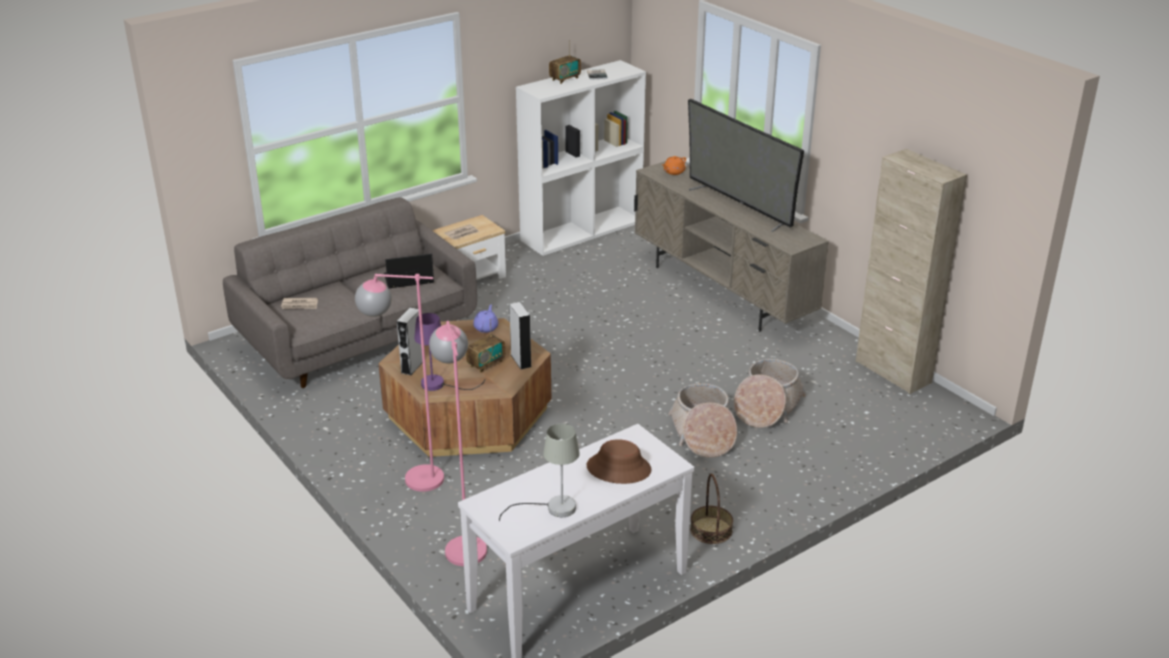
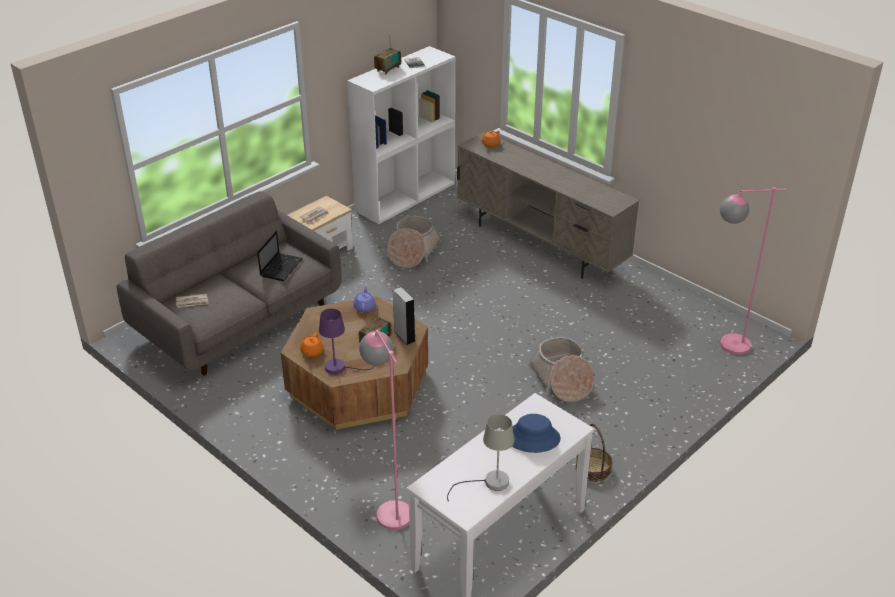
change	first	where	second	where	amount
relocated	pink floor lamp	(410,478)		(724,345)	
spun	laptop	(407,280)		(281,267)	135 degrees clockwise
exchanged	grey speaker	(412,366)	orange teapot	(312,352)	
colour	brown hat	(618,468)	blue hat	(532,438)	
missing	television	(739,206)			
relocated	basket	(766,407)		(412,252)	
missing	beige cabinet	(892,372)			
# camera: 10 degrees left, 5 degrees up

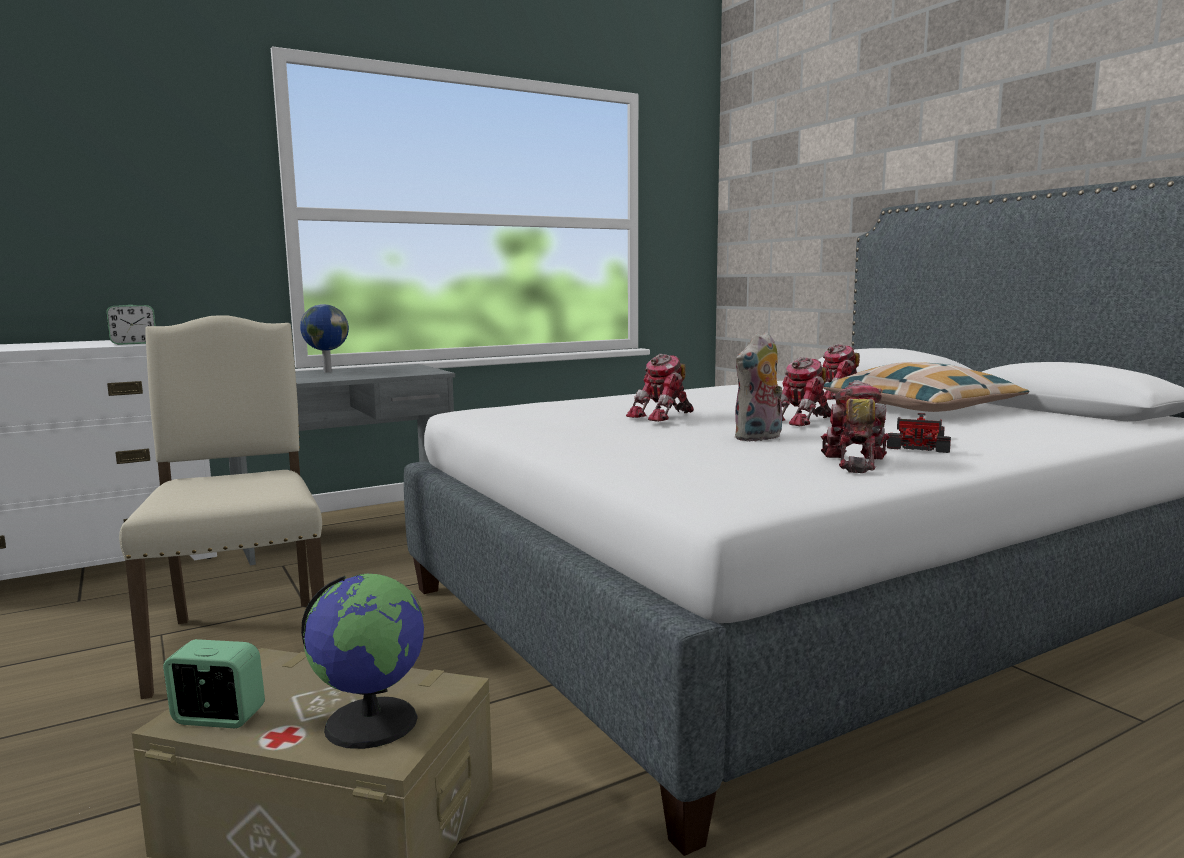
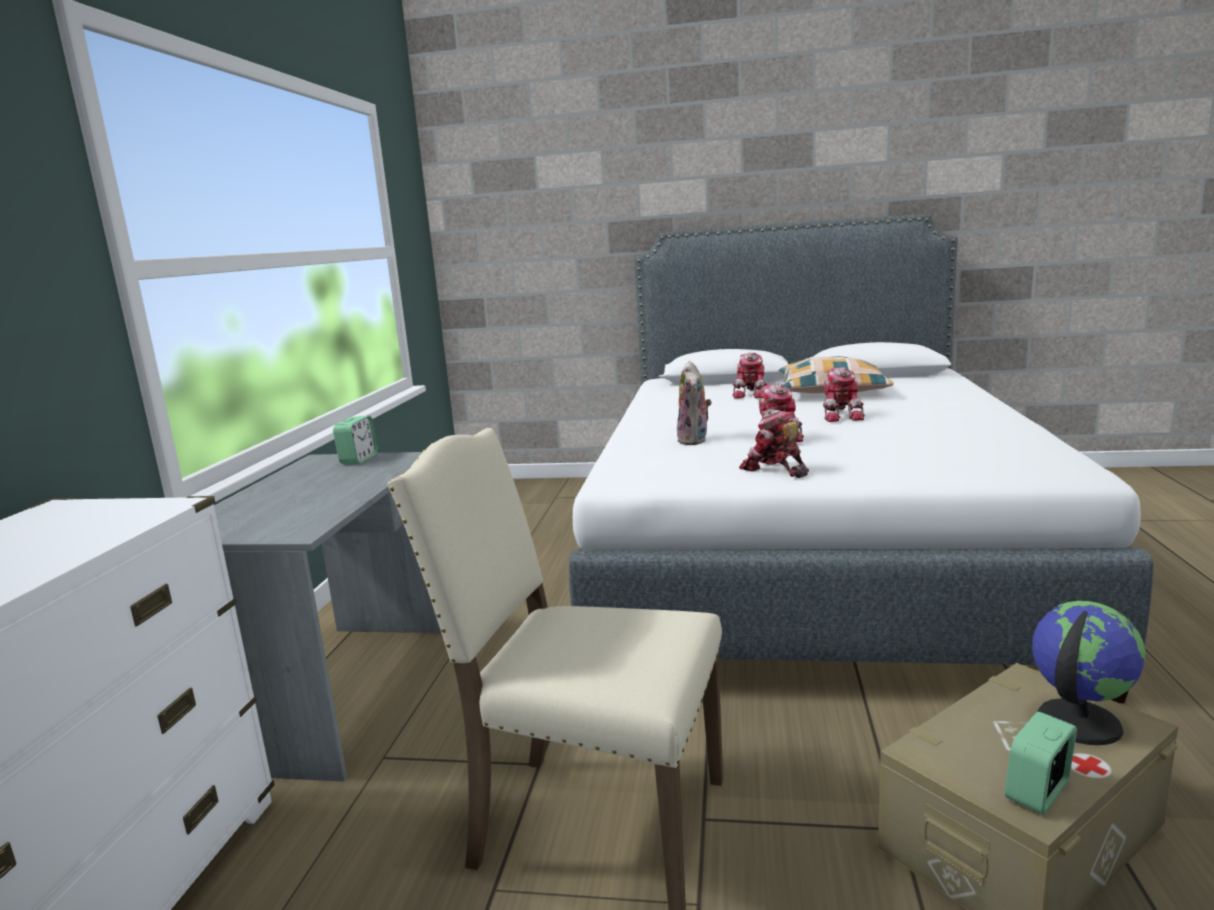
change	first	where	second	where	amount
relocated	alarm clock	(134,343)		(359,459)	
missing	globe	(326,372)			
relocated	plush toy	(759,438)		(695,440)	
relocated	toy robot	(853,462)		(775,470)	
missing	toy car	(919,443)			
# camera: 50 degrees left, 5 degrees up

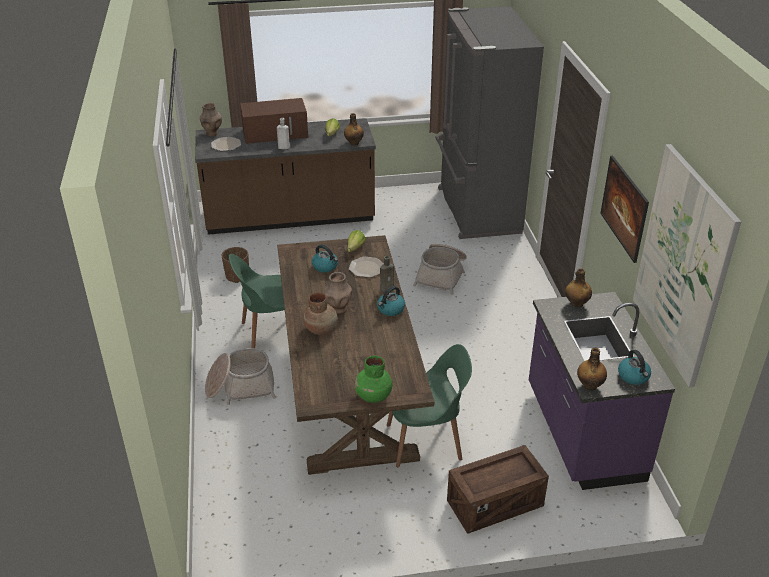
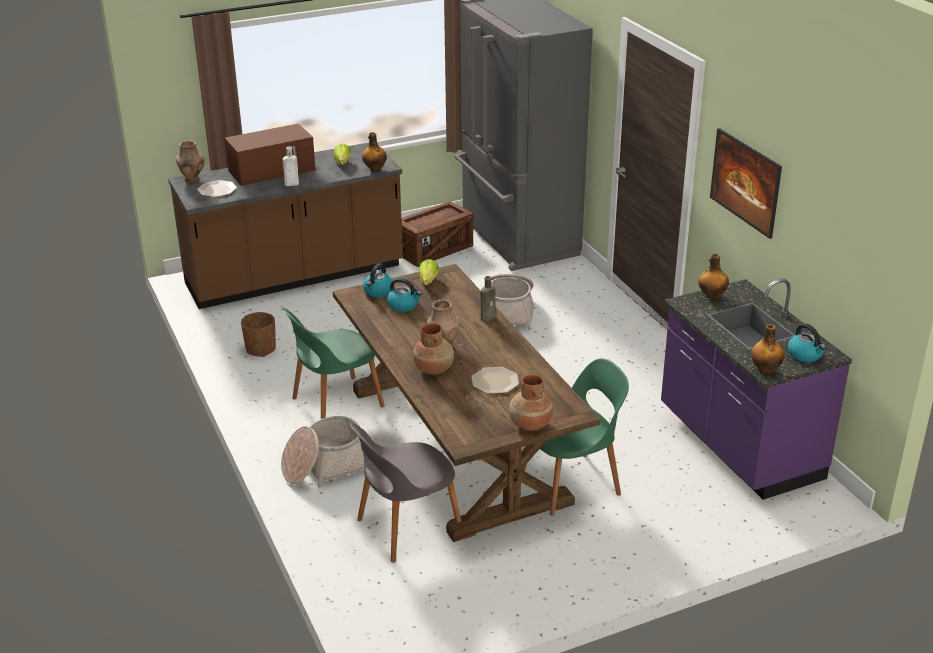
change	first	where	second	where	amount
relocated	plate	(366,267)		(494,381)	
colour	green vase	(373,396)	brown vase	(530,424)	
relocated	kettle	(390,309)		(378,291)	
relocated	crate	(495,504)		(434,250)	
missing	picture	(682,265)			
appeared			grey chair	(406,527)	
# camera: 15 degrees left, 5 degrees down

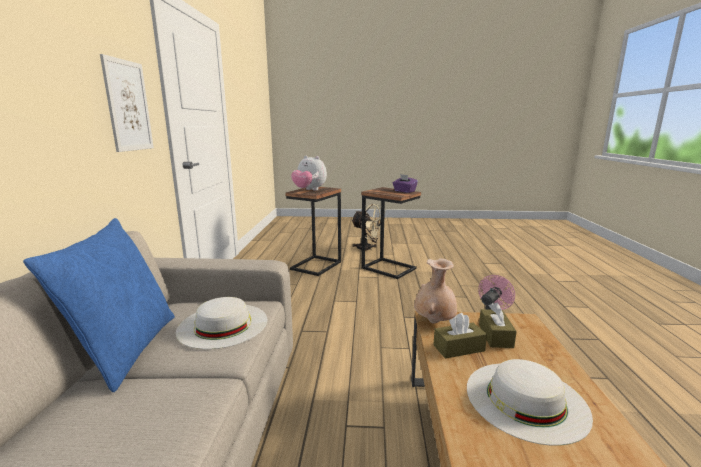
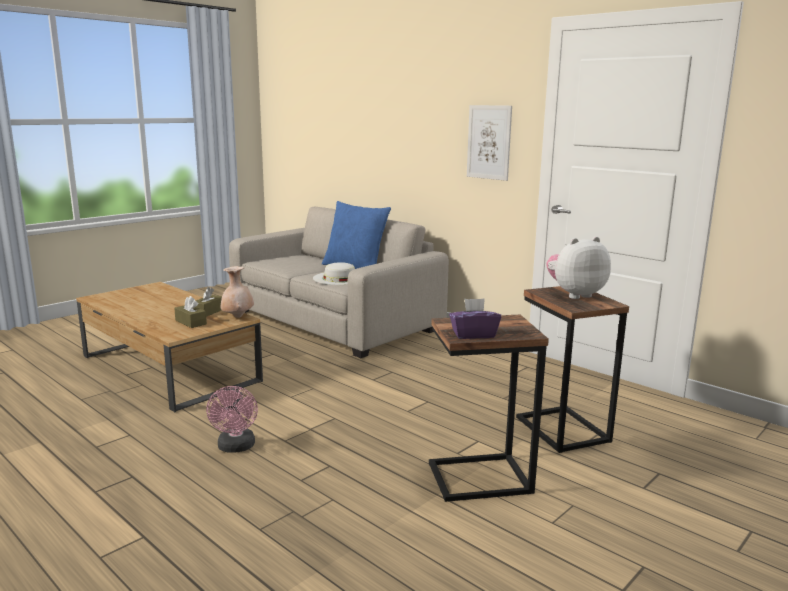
change	first	where	second	where	amount
missing	beige fan	(368,249)			
missing	white hat	(525,399)			
# camera: 130 degrees right, 0 degrees up

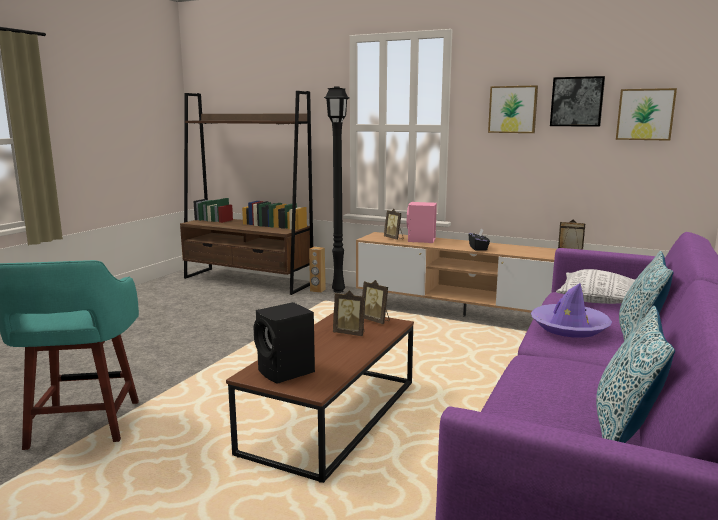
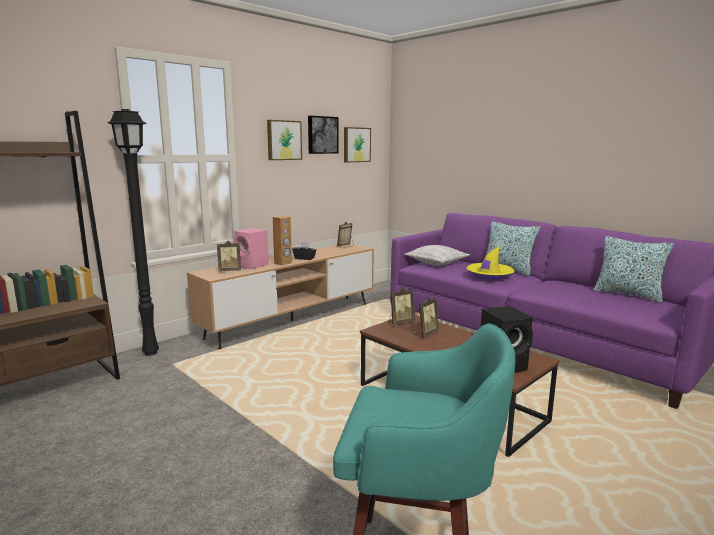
change	first	where	second	where	amount
relocated	brown speaker	(317,290)		(283,263)	
colour	purple hat	(569,327)	yellow hat	(489,275)	
# camera: 70 degrees left, 0 degrees up

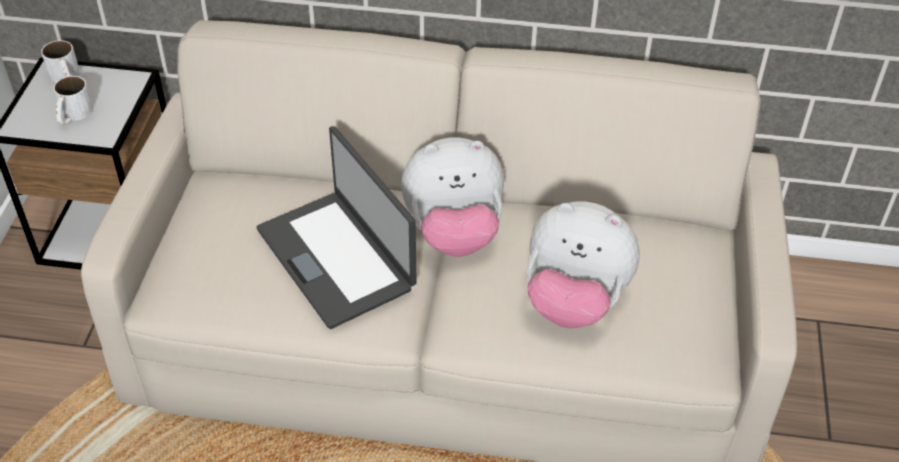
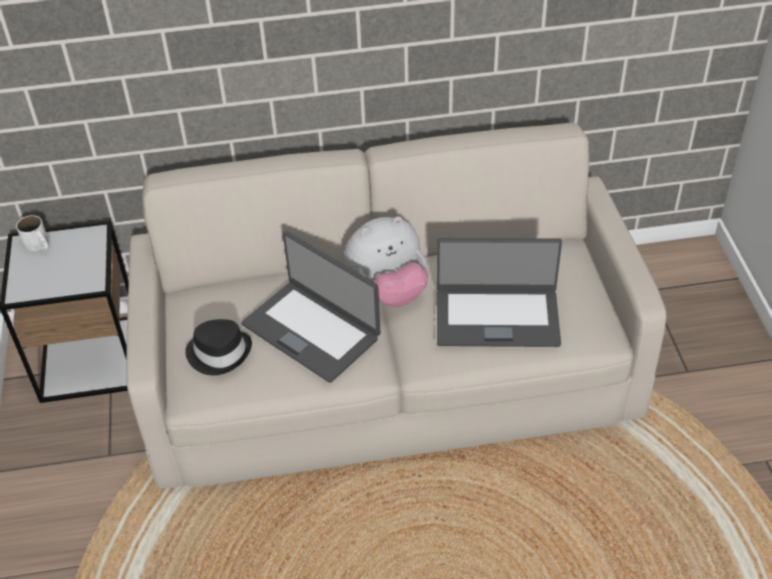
change	first	where	second	where	amount
missing	white mug	(73,115)			
exchanged	plush toy	(574,301)	laptop	(497,317)	
appeared			black hat	(219,352)	
# camera: 15 degrees left, 0 degrees up

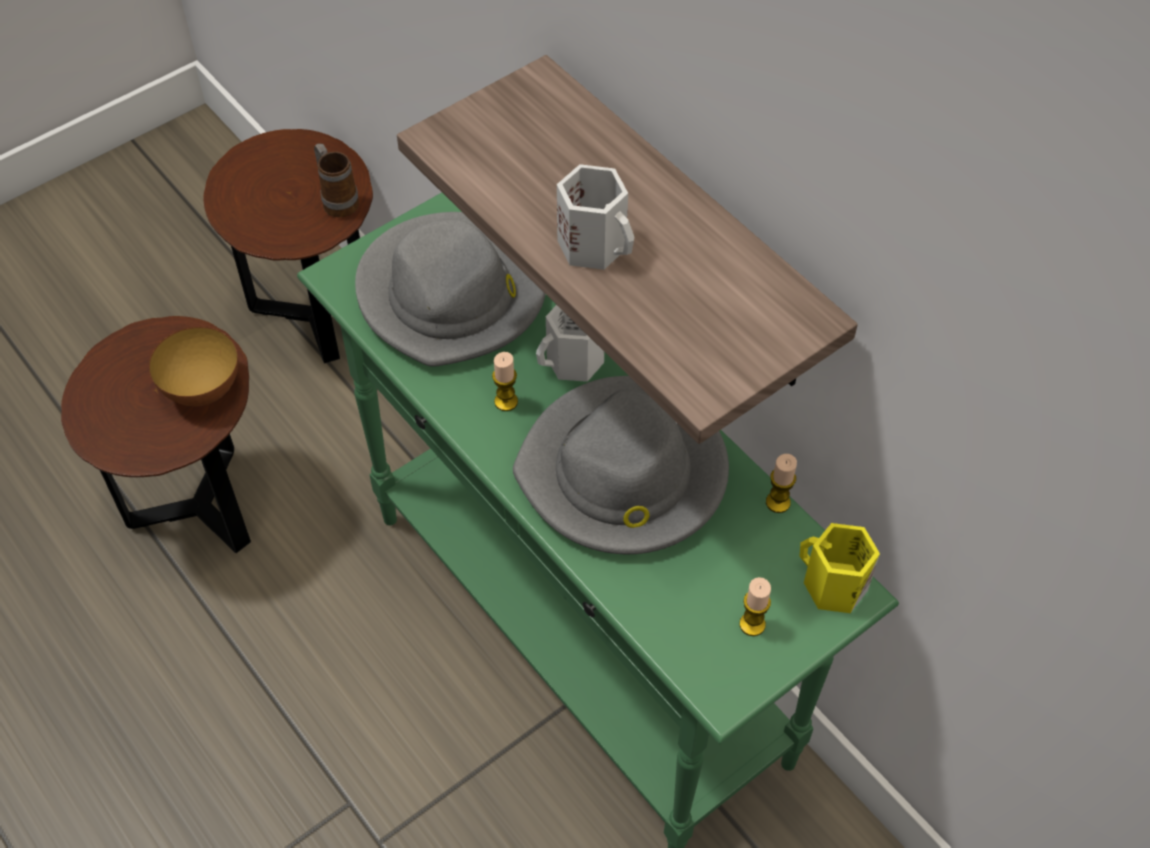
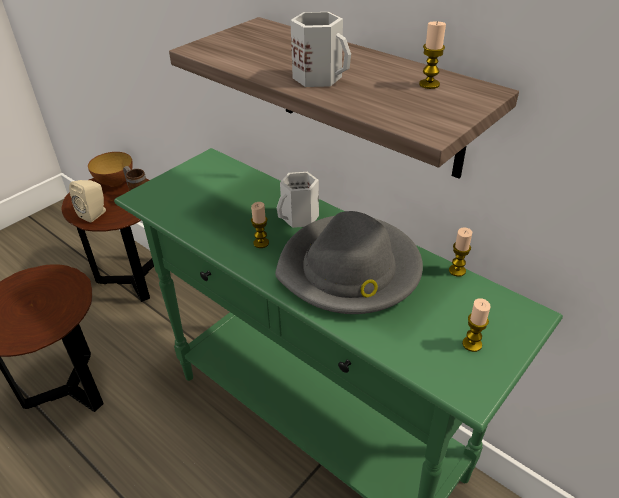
change	first	where	second	where	amount
relocated	bowl	(203,390)		(115,183)	
missing	grey hat	(453,294)			
missing	yellow mug	(831,586)			
appeared			beige speaker	(95,214)	
appeared			candle	(429,84)	
# camera: 10 degrees left, 15 degrees down

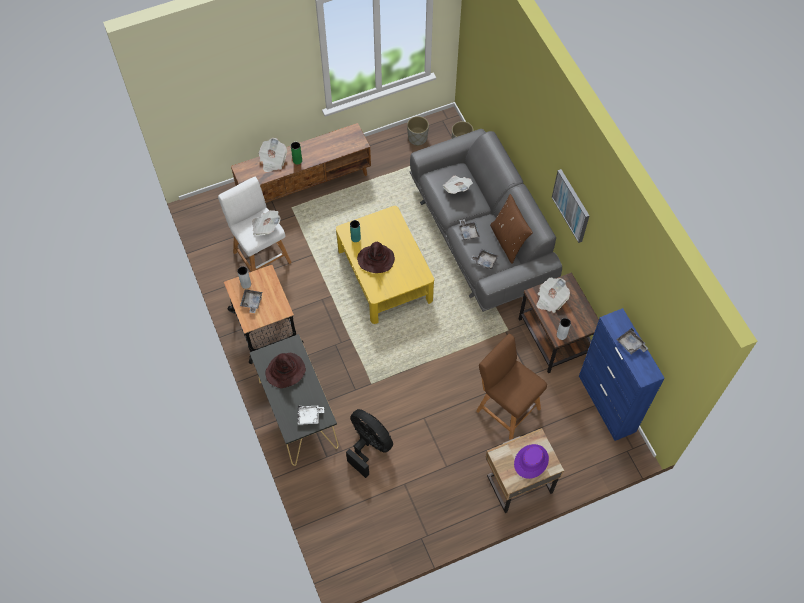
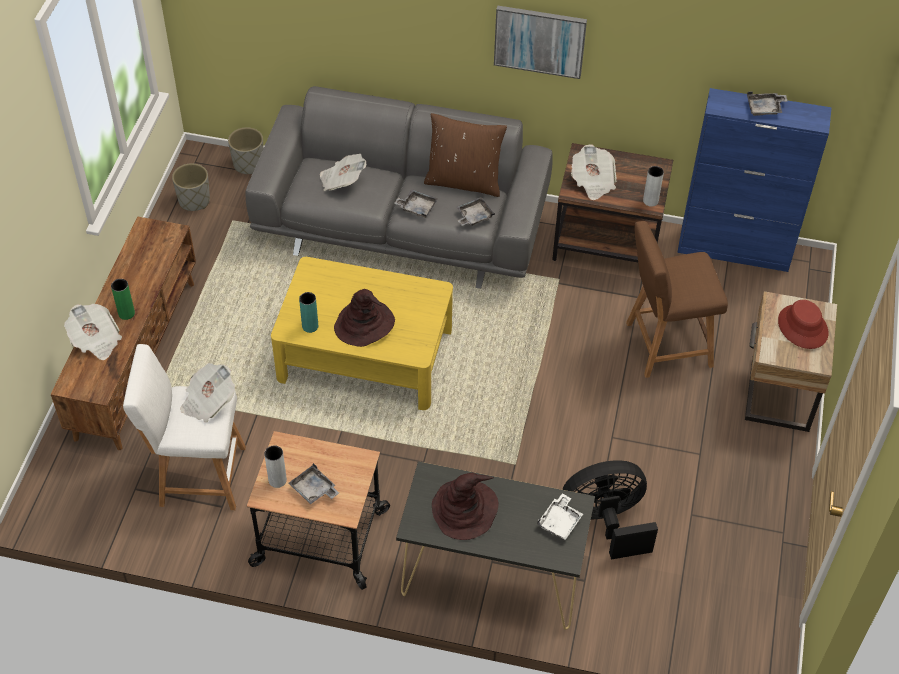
change	first	where	second	where	amount
colour	purple hat	(531,461)	red hat	(802,327)	
# camera: 55 degrees left, 10 degrees down

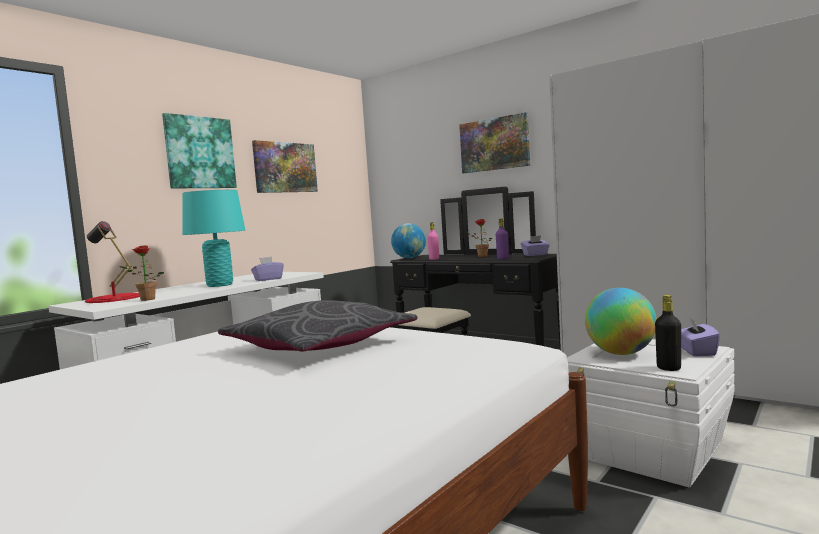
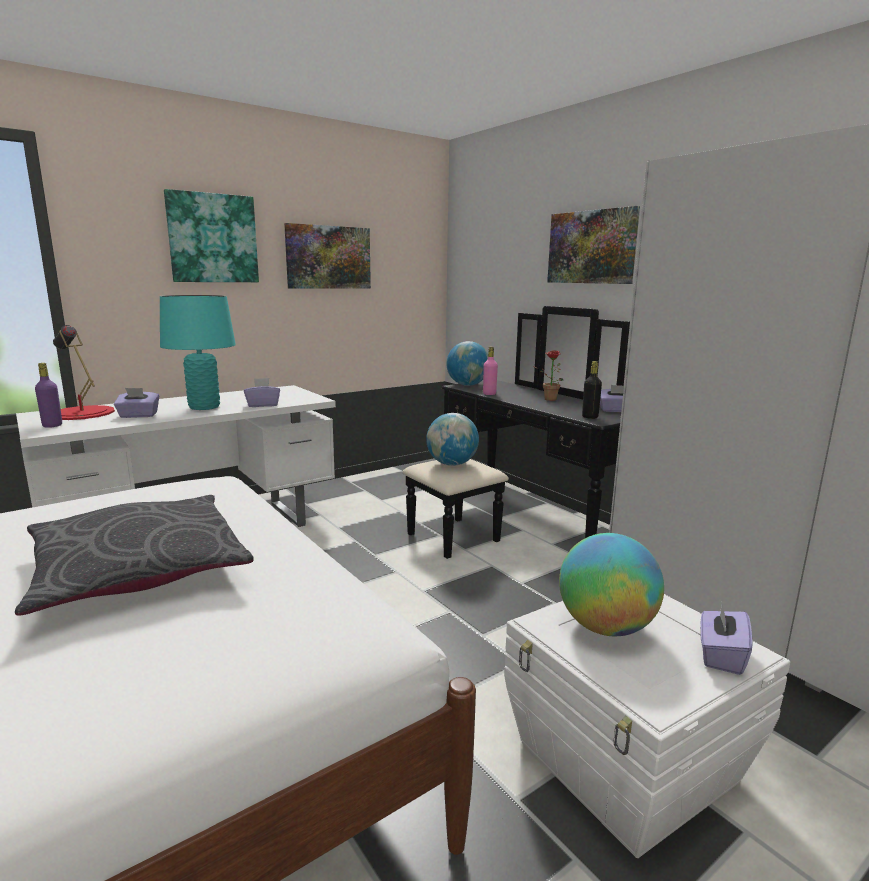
change	first	where	second	where	amount
missing	potted plant	(145,300)			
relocated	purple bottle	(503,258)		(52,425)	
relocated	black bottle	(668,368)		(590,417)	
appeared			purple tissue box	(138,415)	
appeared			globe	(452,464)	
# camera: 15 degrees right, 10 degrees up

